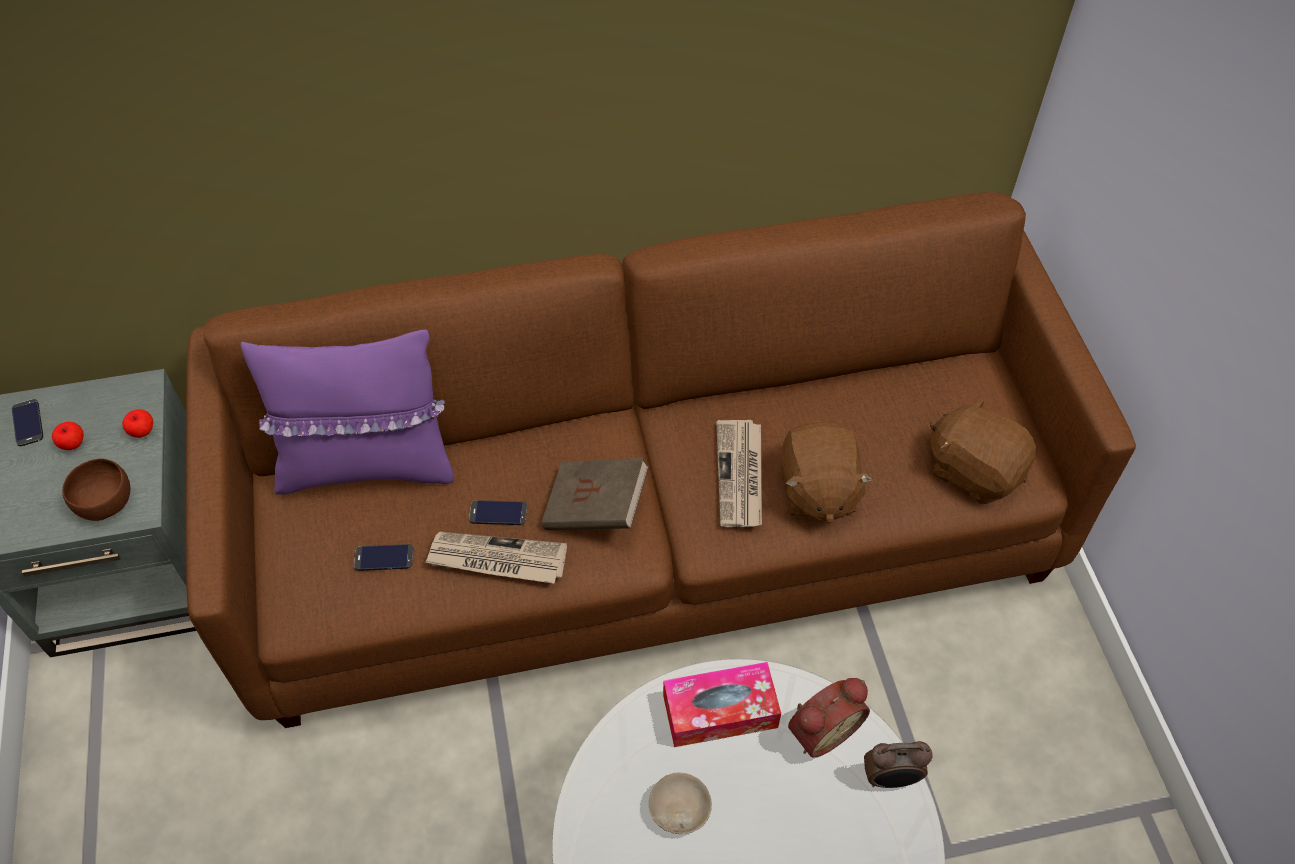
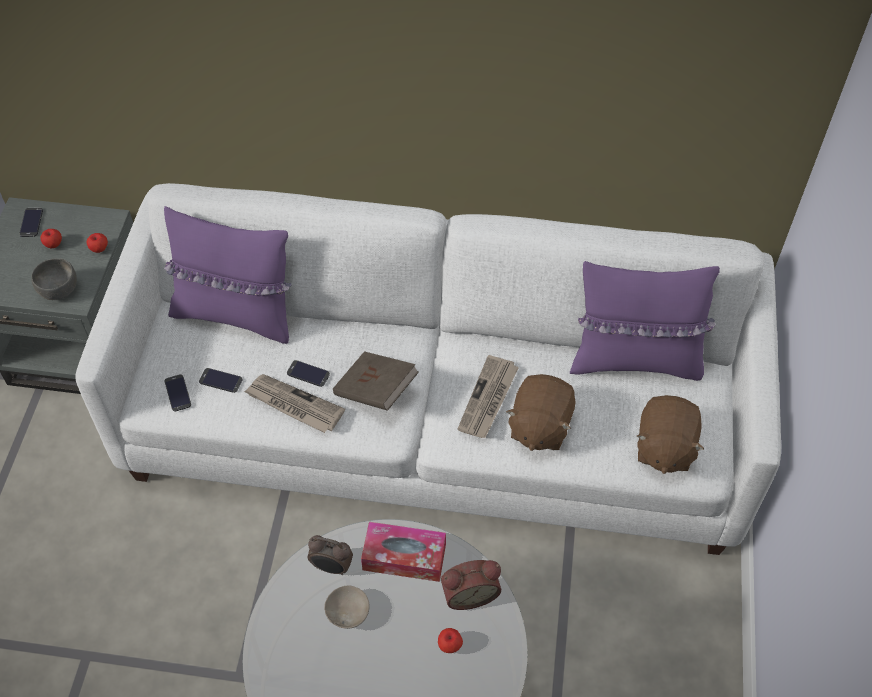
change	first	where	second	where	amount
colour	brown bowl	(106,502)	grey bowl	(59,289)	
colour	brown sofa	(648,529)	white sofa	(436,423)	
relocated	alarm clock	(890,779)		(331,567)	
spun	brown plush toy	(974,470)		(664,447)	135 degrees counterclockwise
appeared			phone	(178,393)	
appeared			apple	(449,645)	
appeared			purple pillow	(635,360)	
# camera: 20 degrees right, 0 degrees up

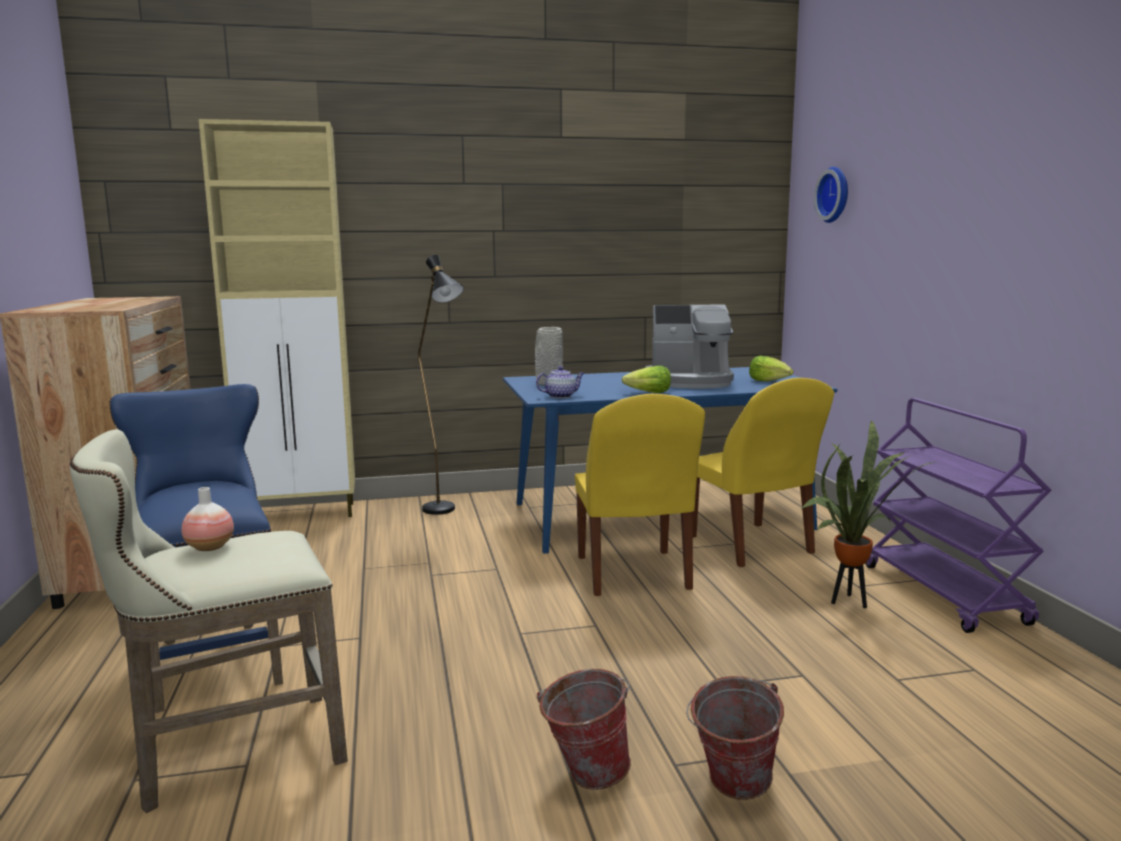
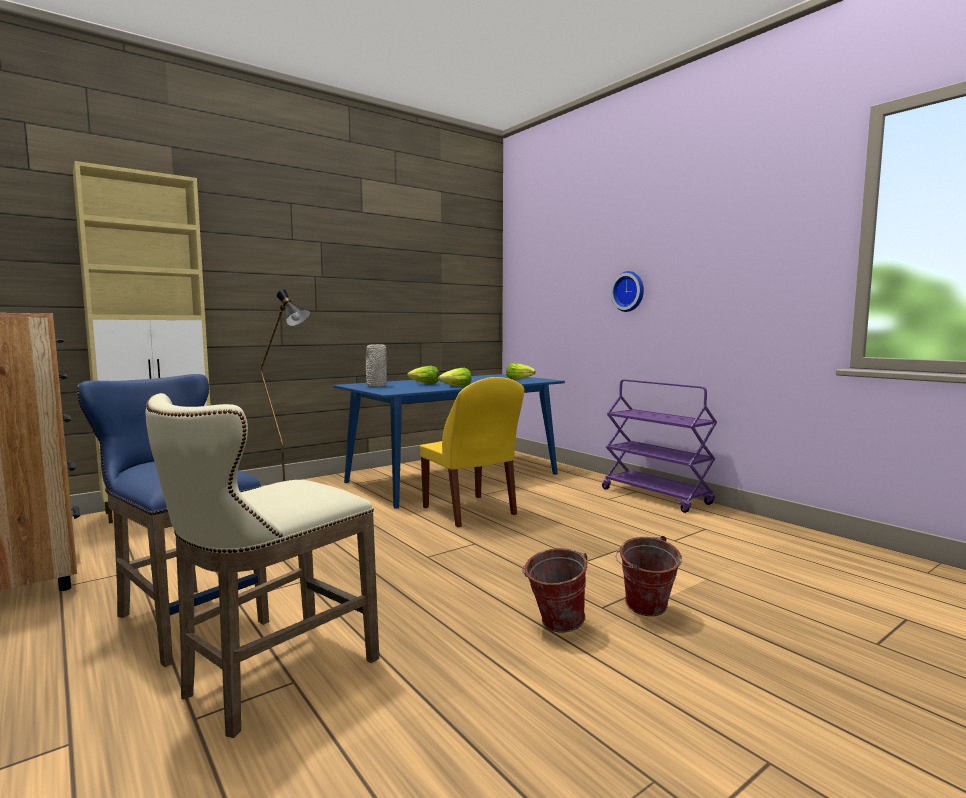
change	first	where	second	where	amount
missing	vase	(210,547)			
missing	teapot	(561,396)			
missing	coffee machine	(690,382)			
missing	yellow chair	(751,546)			
missing	potted plant	(850,601)			
relocated	wall clock	(835,194)		(629,291)	
appeared			lettuce	(424,384)	
# camera: 25 degrees left, 5 degrees down

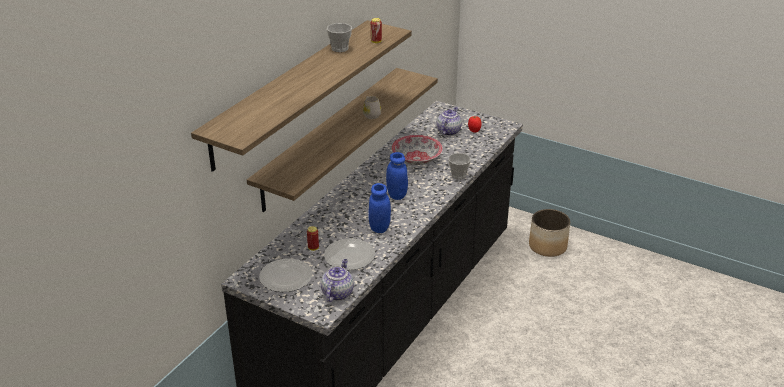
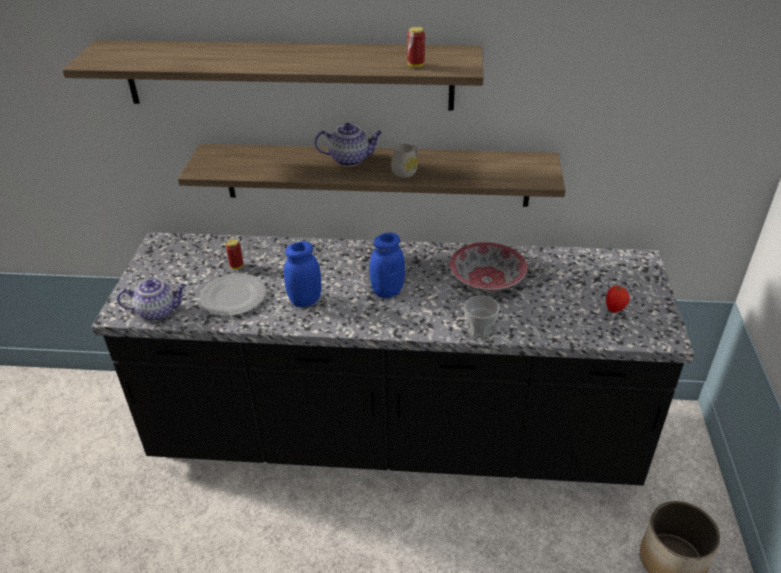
change	first	where	second	where	amount
missing	plate	(285,277)			
missing	cup	(340,48)			
relocated	teapot	(448,131)		(350,159)	
# camera: 65 degrees right, 5 degrees up

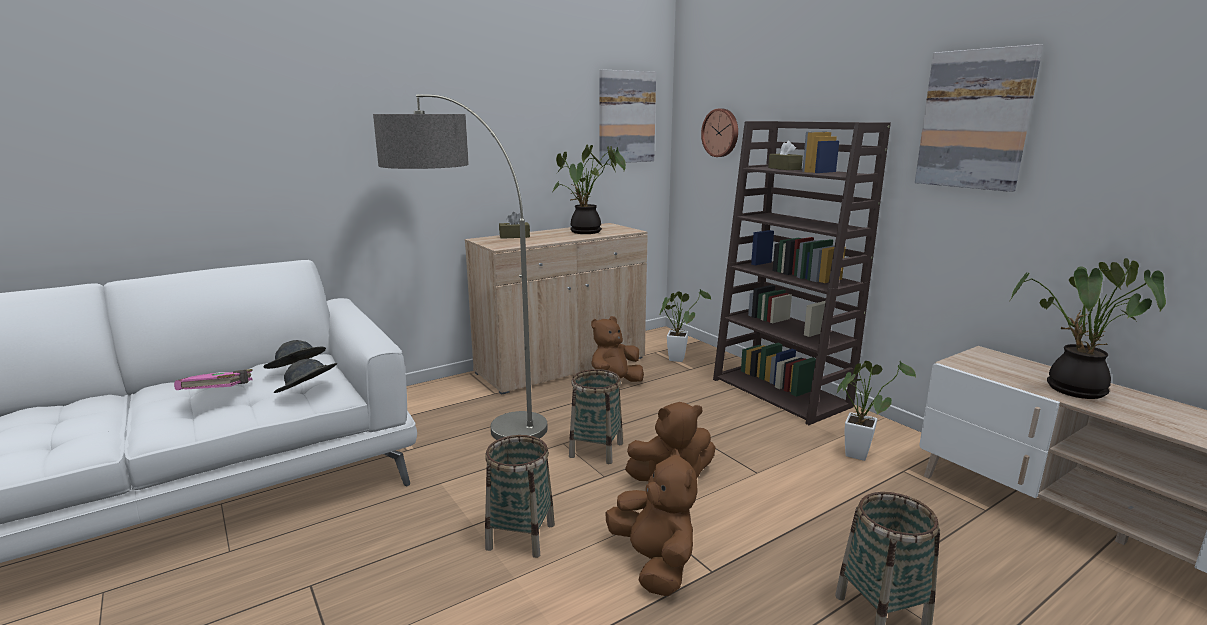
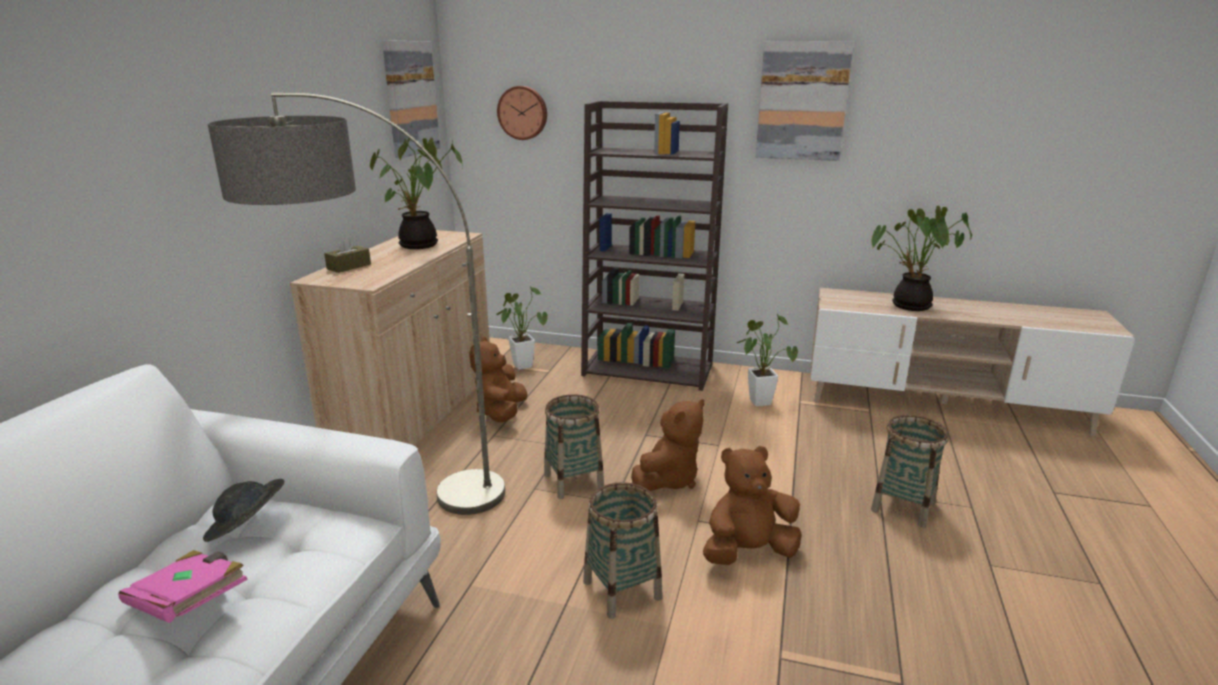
change	first	where	second	where	amount
missing	grey hat	(308,392)			
spun	brown plush toy	(654,563)		(748,552)	45 degrees counterclockwise
missing	brown tissue box	(784,168)			
# camera: 40 degrees left, 5 degrees up

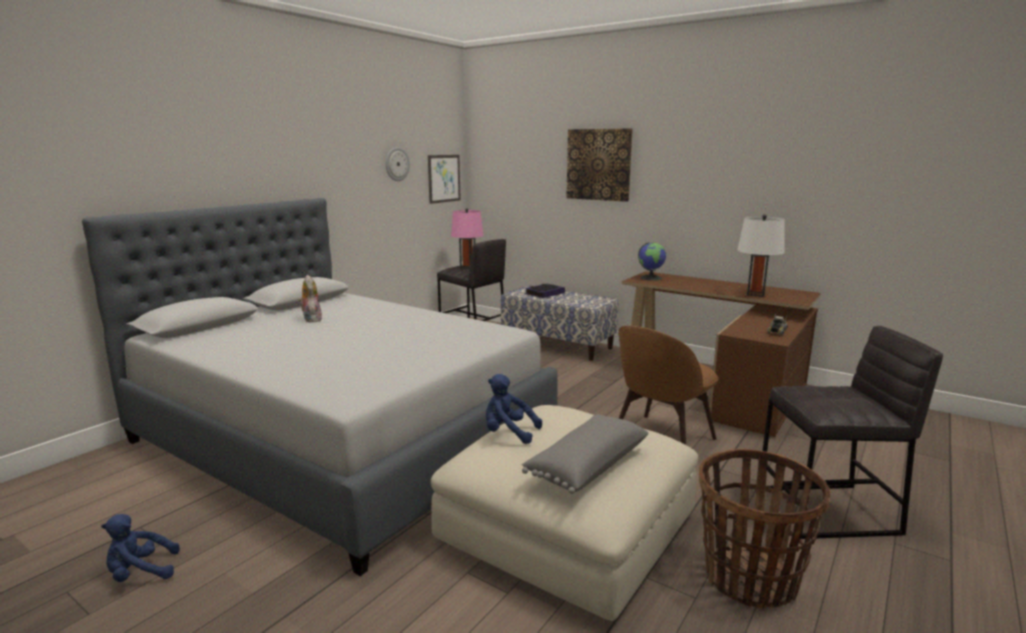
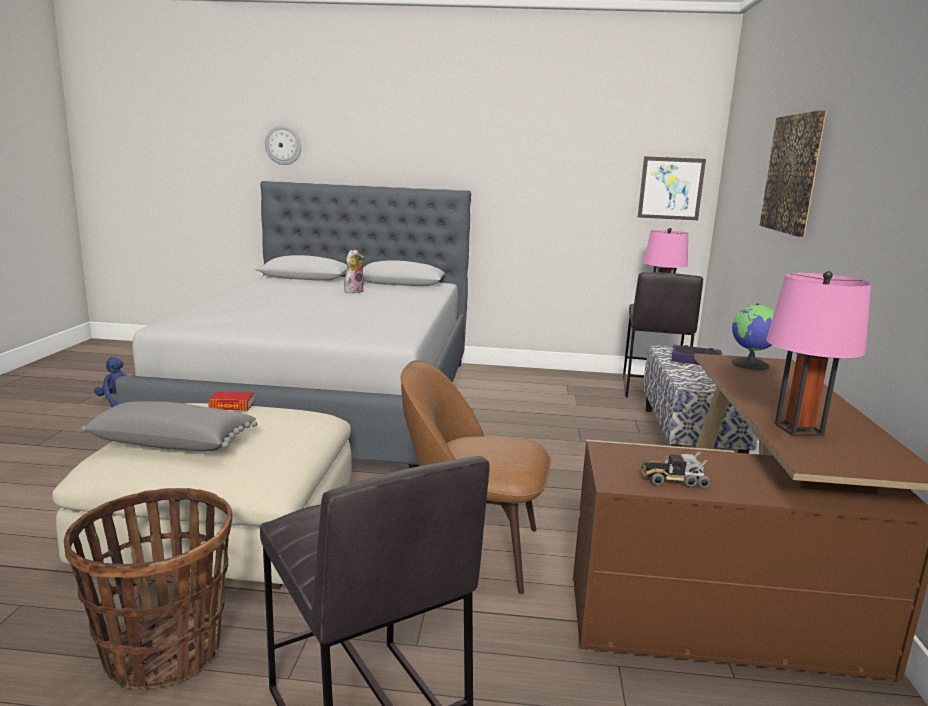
change	first	where	second	where	amount
relocated	wall clock	(397,164)		(283,145)	
exchanged	blue plush toy	(508,433)	book	(232,406)	
colour	white table lamp	(755,294)	pink table lamp	(798,429)	
# camera: 60 degrees right, 0 degrees up

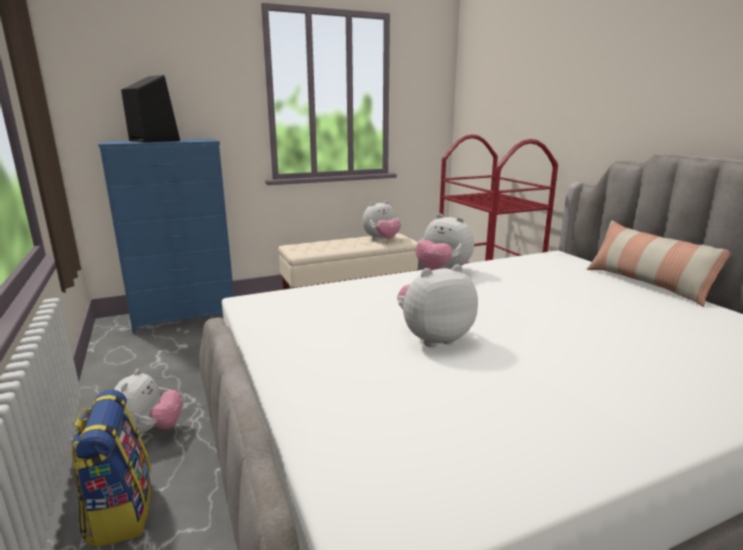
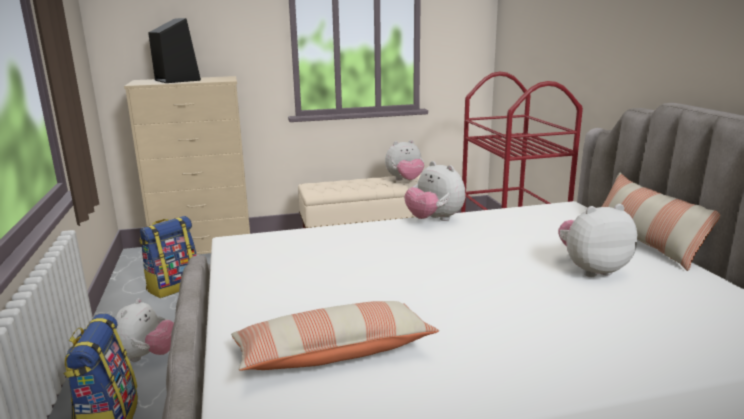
change	first	where	second	where	amount
colour	blue dresser	(186,315)	beige dresser	(205,250)	
relocated	plush toy	(433,338)		(591,269)	
appeared			backpack	(174,286)	
appeared			pillow	(333,353)	
# camera: 10 degrees right, 0 degrees up

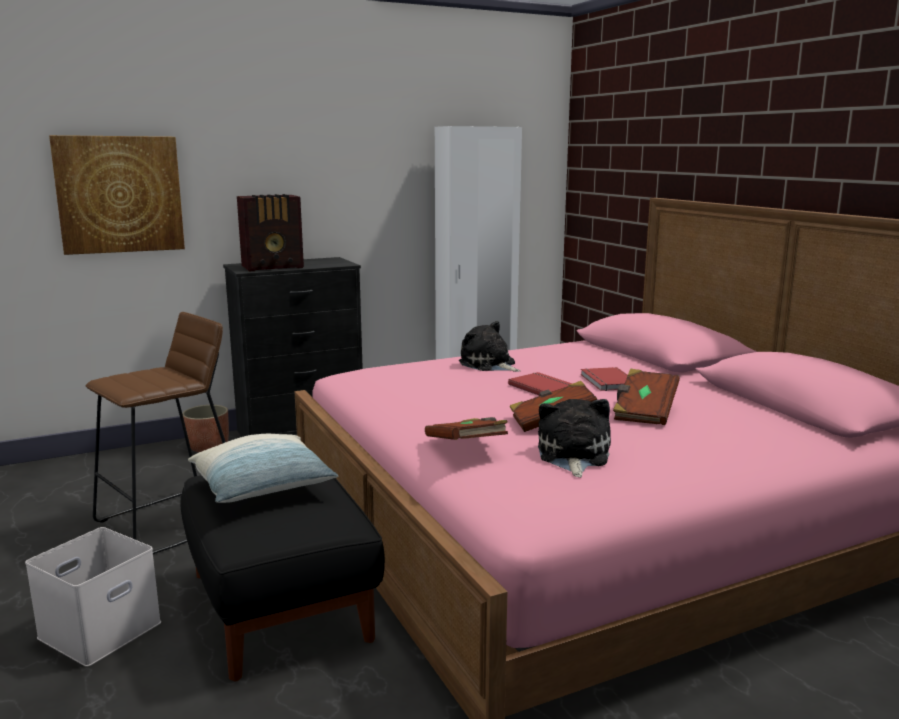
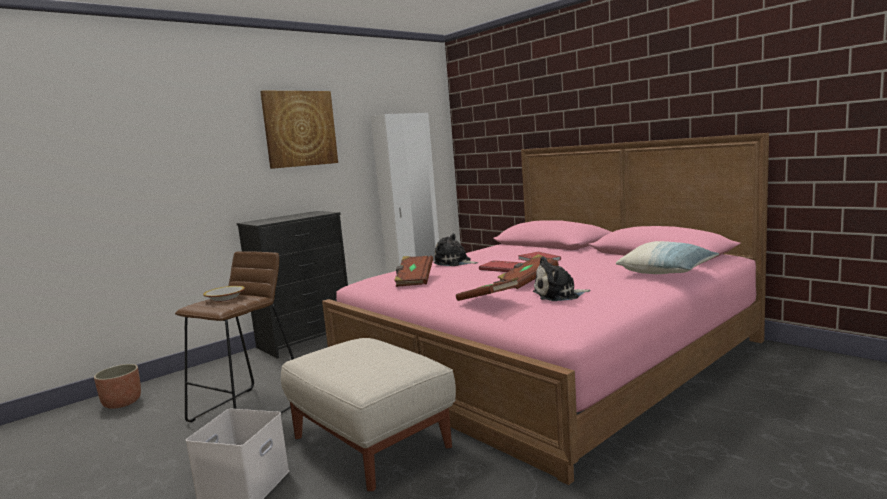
change	first	where	second	where	amount
relocated	picture	(119,194)		(300,129)	
colour	black ottoman	(279,606)	beige ottoman	(370,442)	
relocated	planter	(208,447)		(122,403)	
relocated	pillow	(263,488)		(667,272)	
missing	radio	(274,267)			
spun	plush toy	(572,456)		(559,295)	90 degrees counterclockwise
relocated	brown book	(643,412)		(414,280)	
appeared			bowl	(225,298)	
# camera: 15 degrees left, 5 degrees down

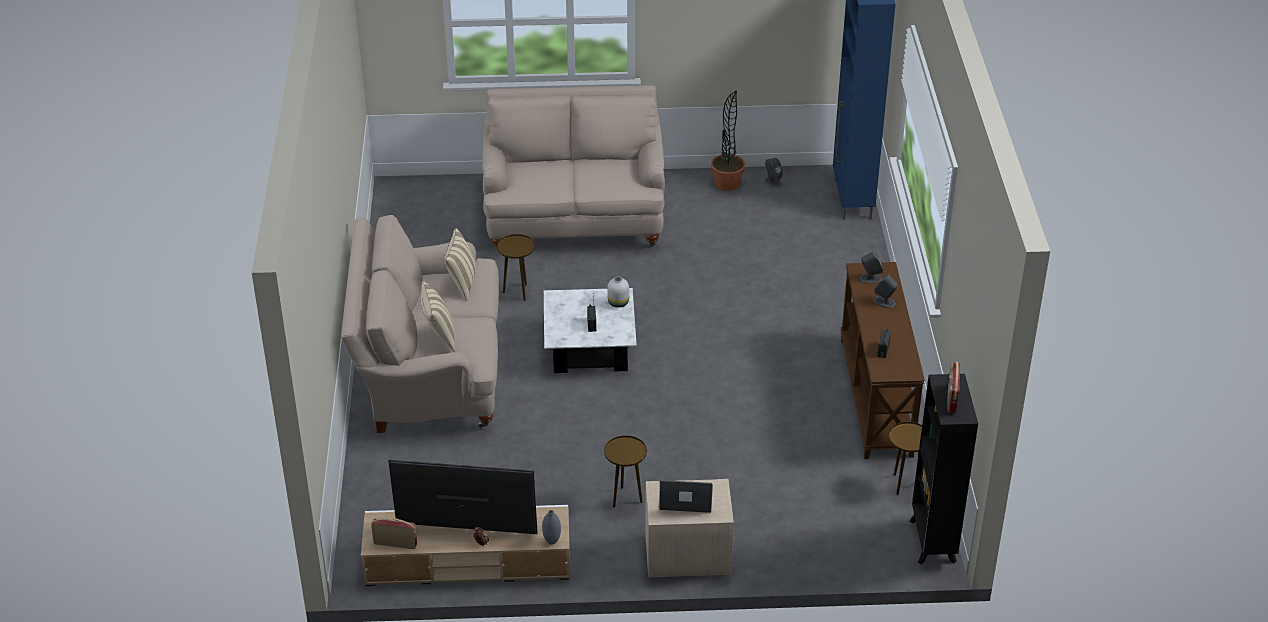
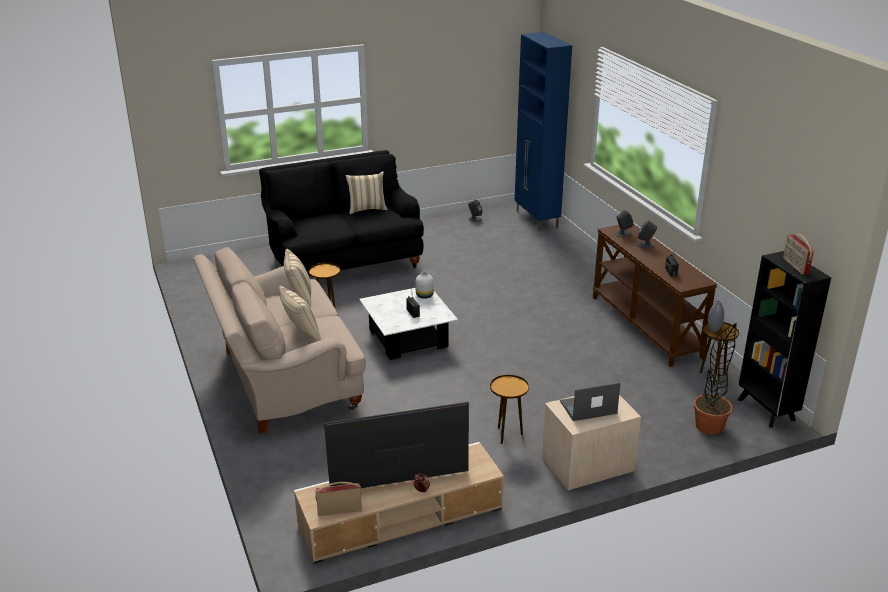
change	first	where	second	where	amount
colour	beige sofa	(574,218)	black sofa	(344,261)	
relocated	grey vase	(552,541)		(714,330)	
relocated	potted plant	(727,183)		(709,426)	
appeared			beige pillow	(367,209)	
# camera: 20 degrees left, 10 degrees down

